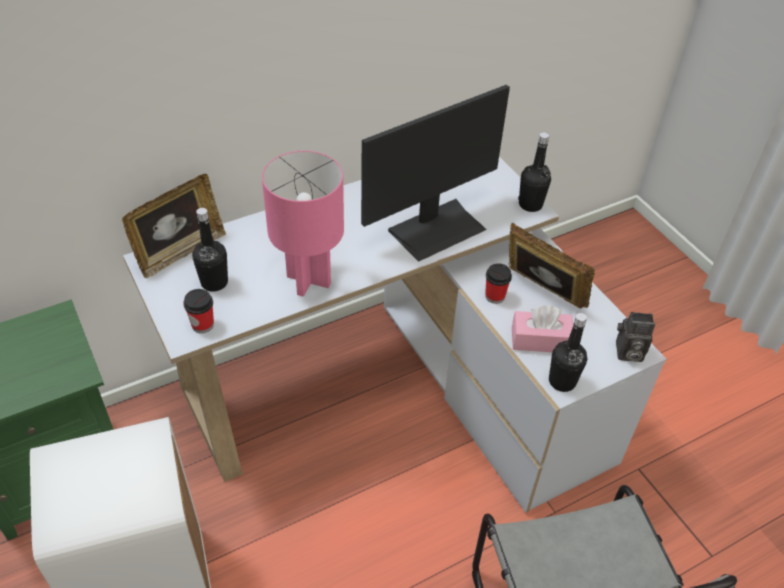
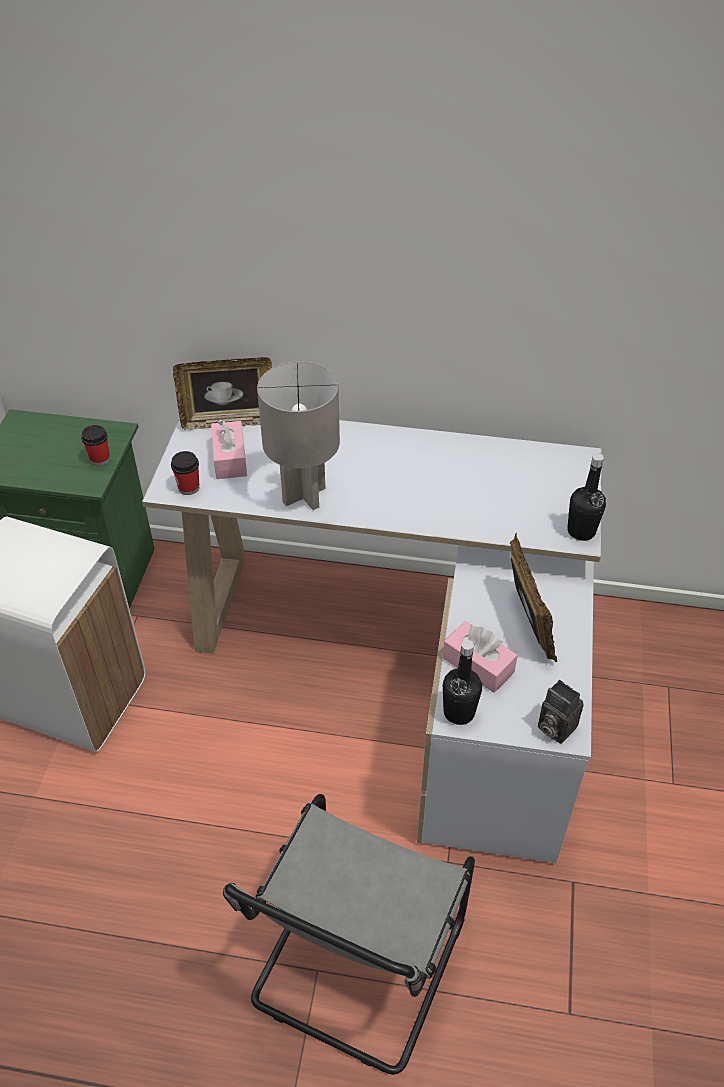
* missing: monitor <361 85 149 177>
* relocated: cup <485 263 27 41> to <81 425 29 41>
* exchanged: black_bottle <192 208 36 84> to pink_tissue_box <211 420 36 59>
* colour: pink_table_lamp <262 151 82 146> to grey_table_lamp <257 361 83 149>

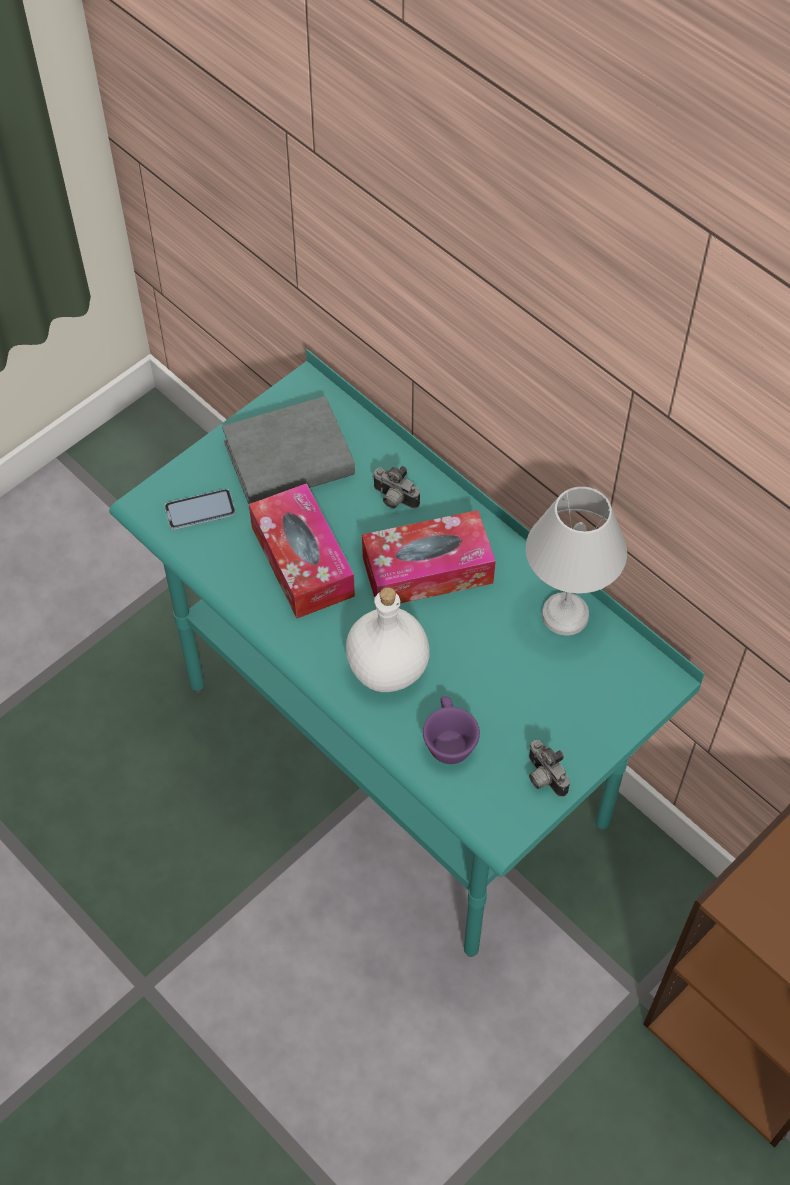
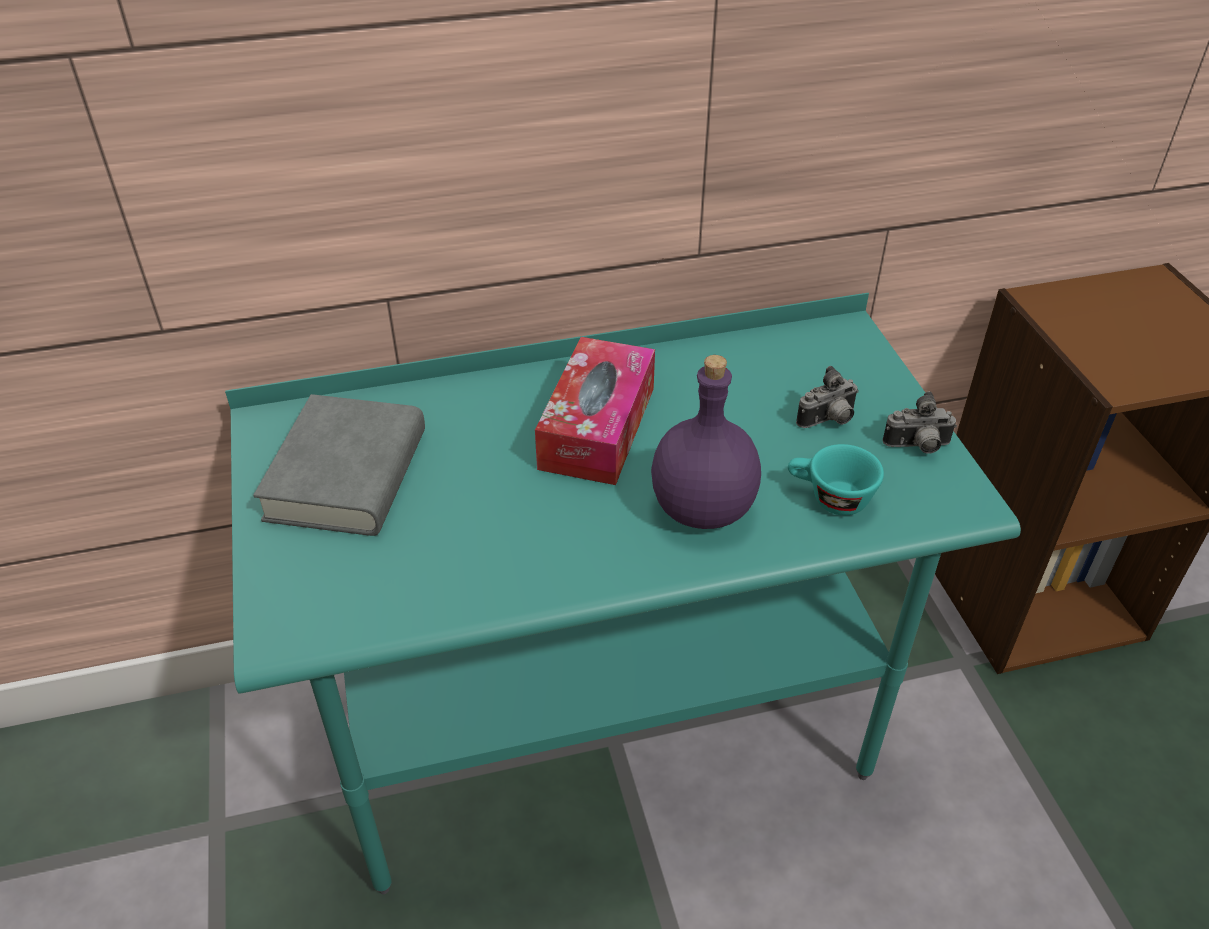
* missing: phone <164 489 72 41>
* missing: tissue_box <249 483 106 136>
* missing: white_table_lamp <526 487 101 149>
* relocated: photo_camera <372 466 48 43> to <796 366 63 62>
* colour: white_bottle <346 587 84 105> to purple_bottle <651 355 110 174>
* colour: purple_cup <423 697 57 67> to turquoise_cup <788 444 96 71>

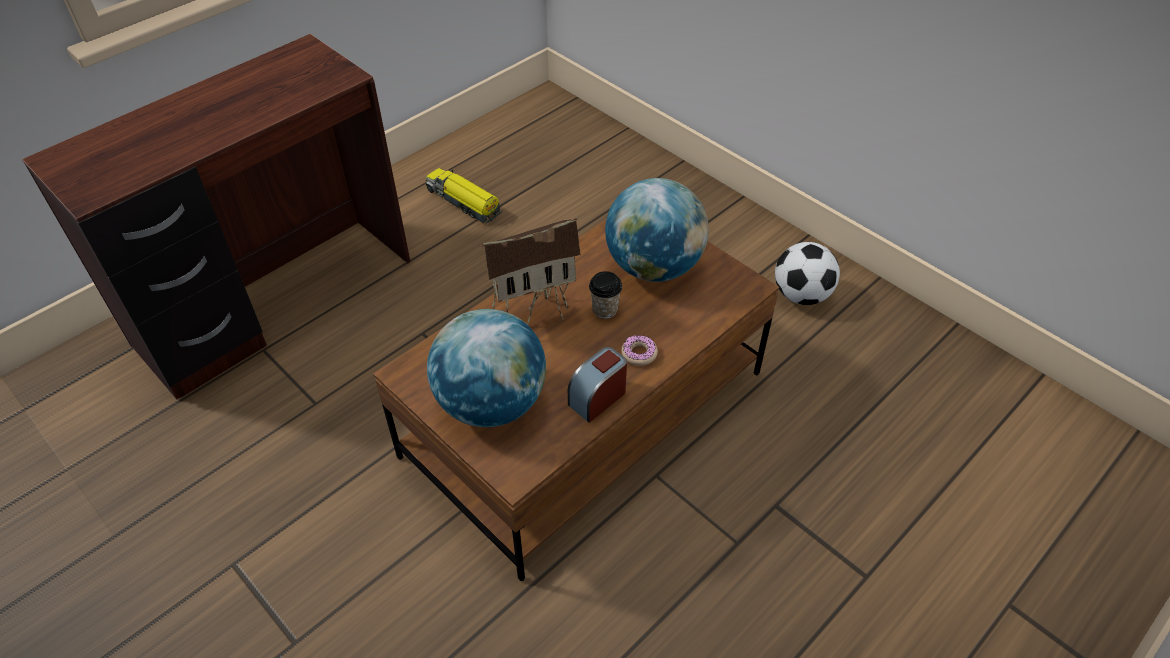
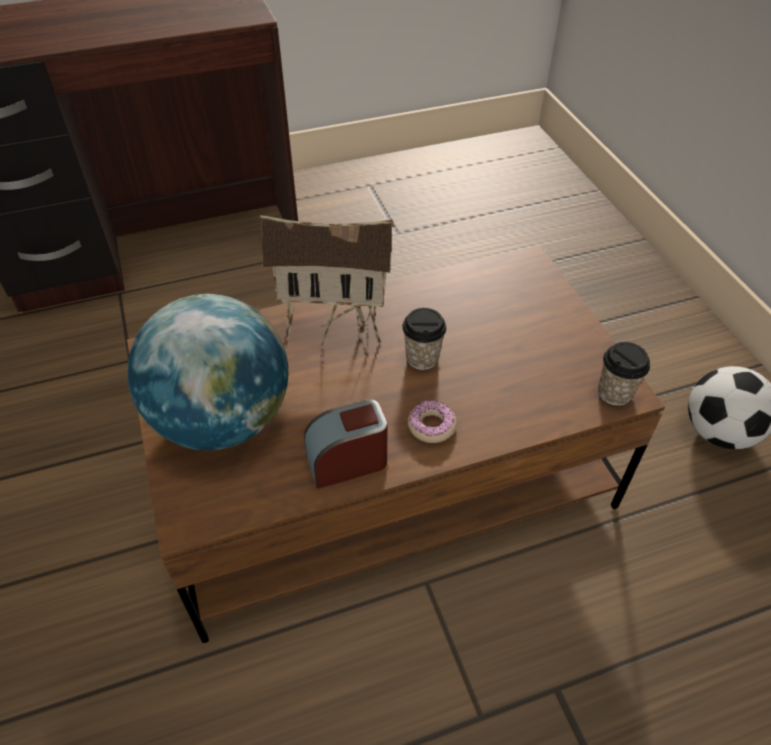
* missing: toy_truck <426 168 76 56>
* missing: globe <605 178 104 104>
* appeared: cup <598 342 52 64>

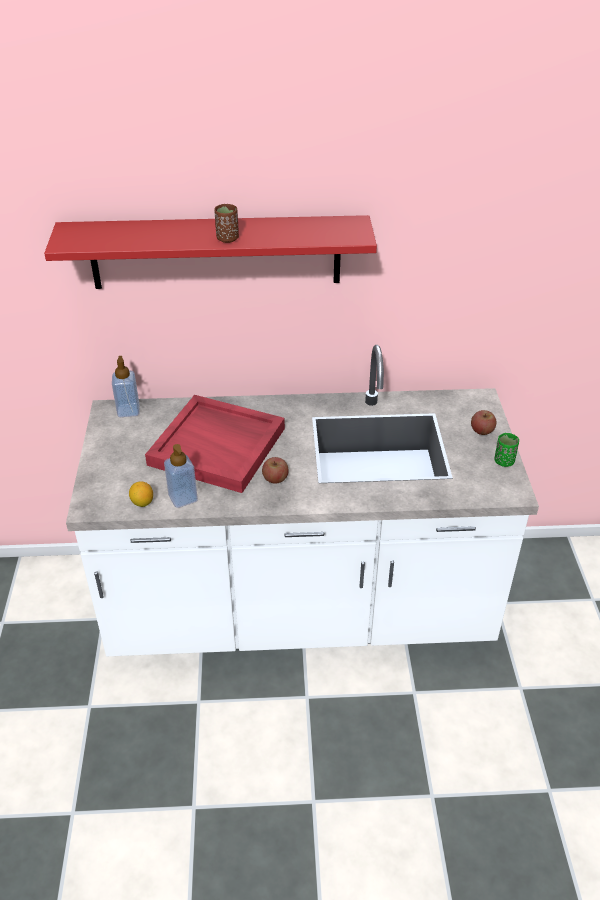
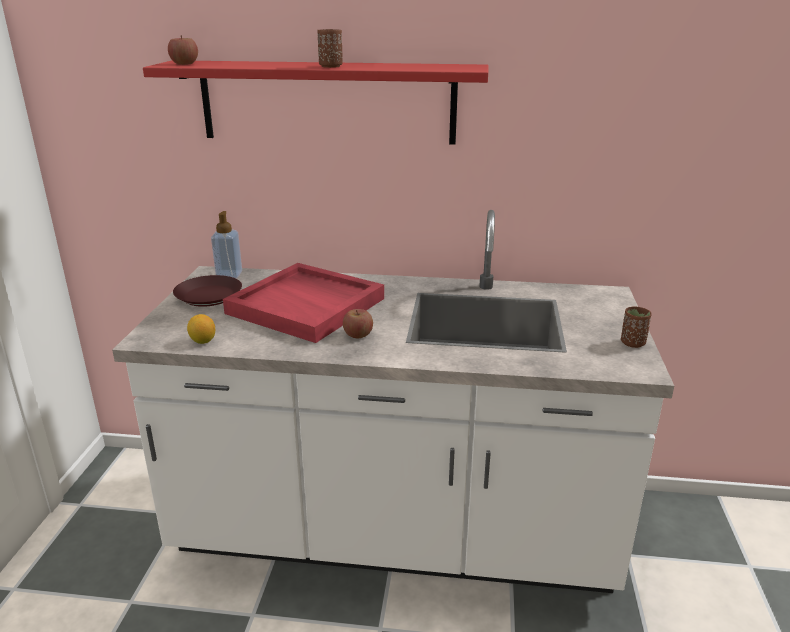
* missing: soap_dispenser <164 444 34 64>
* appeared: brown_plate <173 275 69 32>
* relocated: apple <471 410 25 25> to <168 35 30 30>
* colour: green_cup <494 433 25 34> to brown_cup <621 306 30 42>

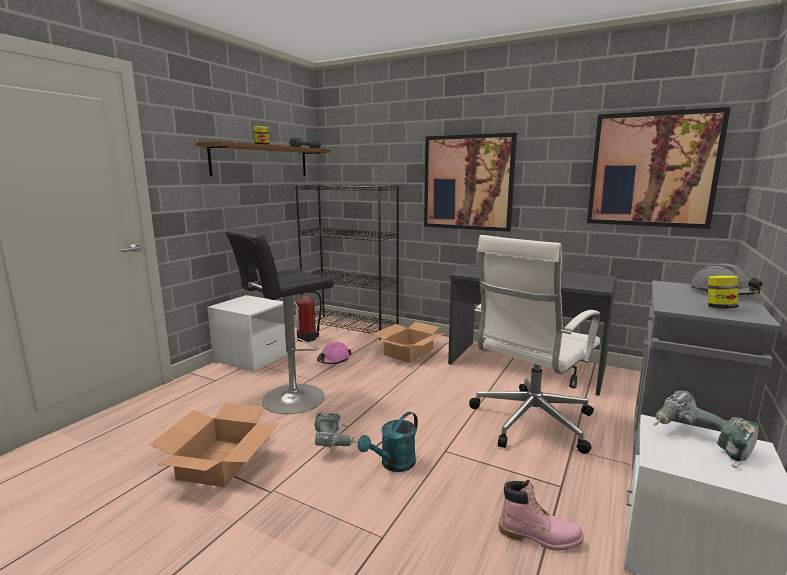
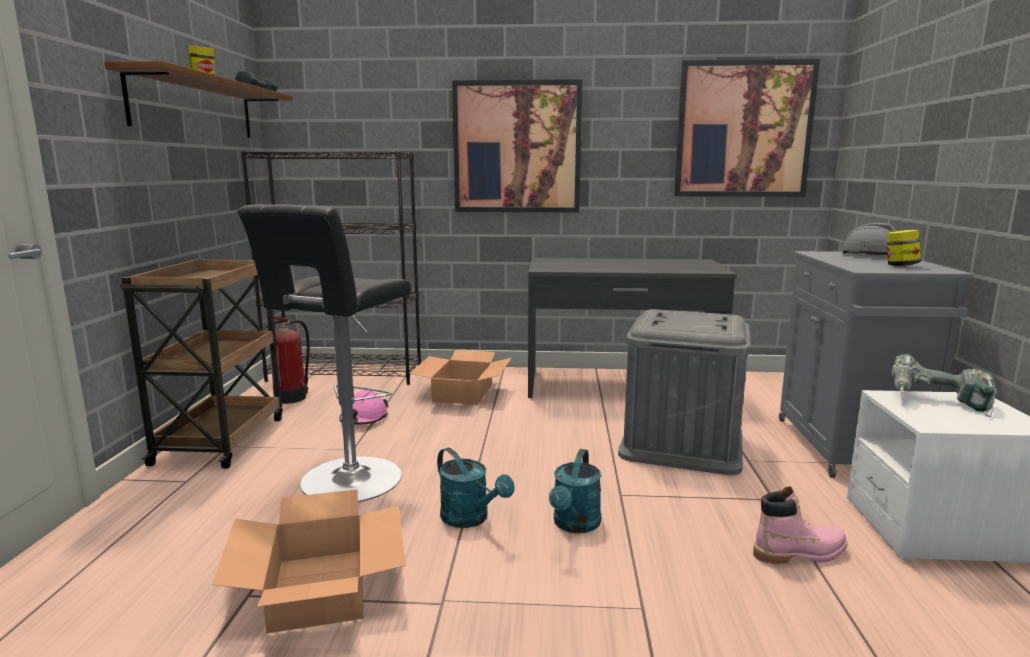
* exchanged: white_nightstand <207 295 81 78> to brown_cart <119 259 164 209>
* exchanged: power_drill <314 412 44 35> to turquoise_watering_can <437 448 77 80>
* exchanged: white_office_chair <469 235 131 219> to grey_storage_box <618 309 133 166>

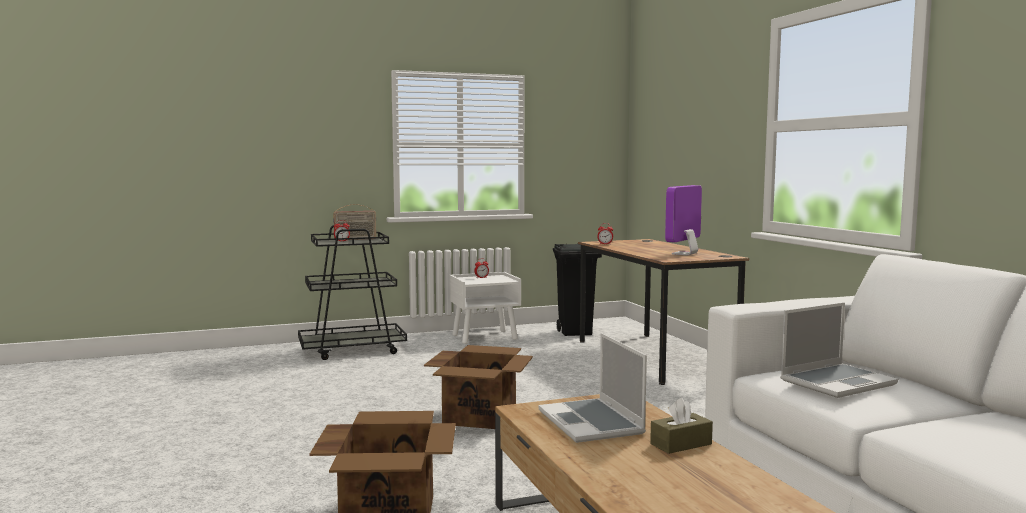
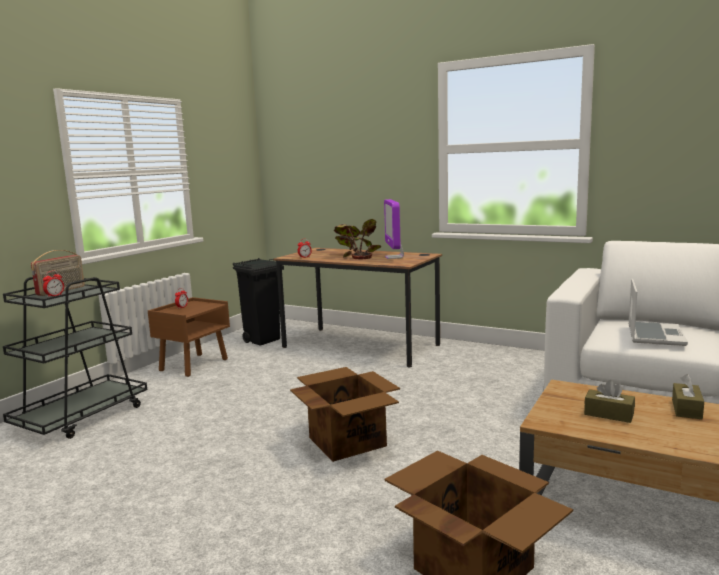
* appeared: potted_plant <333 219 48 40>
* exchanged: laptop <538 333 109 110> to brown_tissue_box <584 380 51 43>
* colour: white_nightstand <449 272 72 72> to brown_nightstand <148 297 82 80>

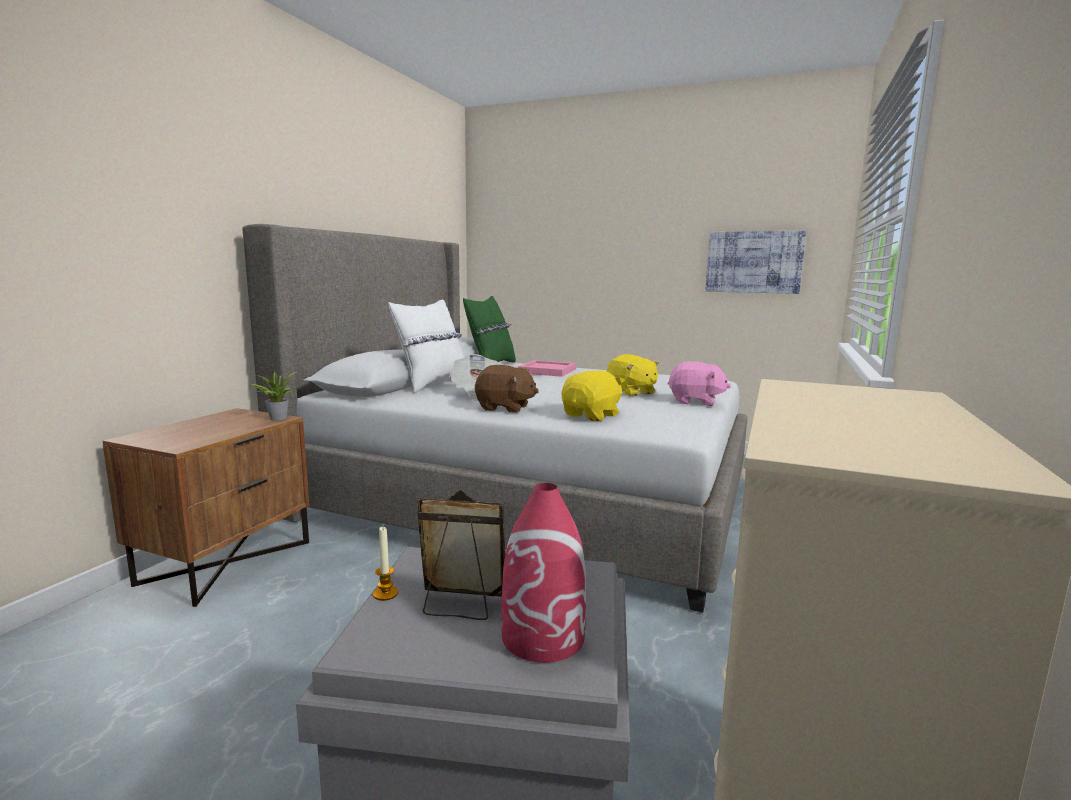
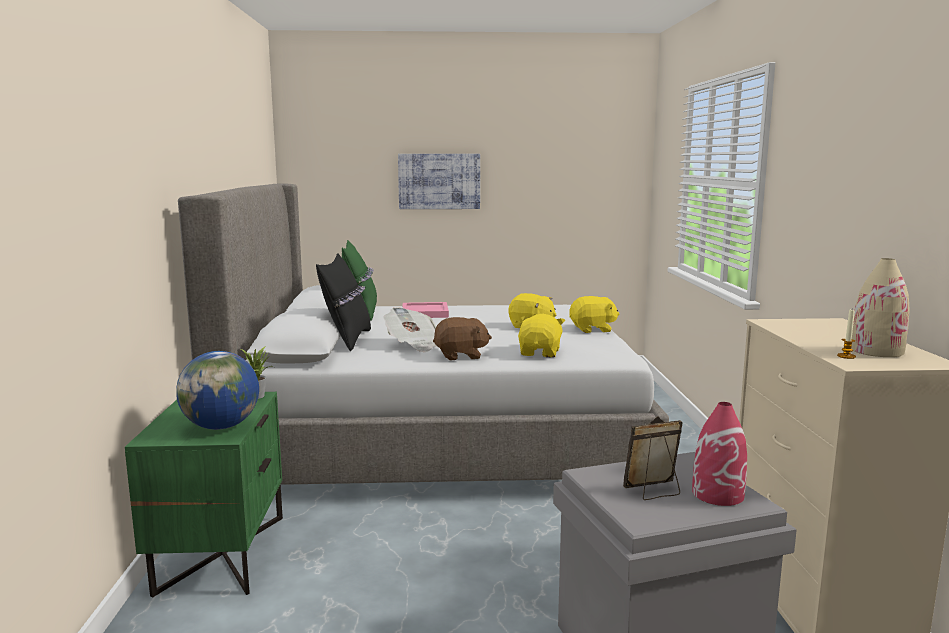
* appeared: globe <176 351 83 79>
* appeared: beige_vase <851 258 59 99>
* relocated: candle <373 527 25 74> to <837 310 19 49>
* relocated: picture <705 231 101 63> to <398 154 82 55>
* colour: brown_nightstand <103 408 206 199> to green_nightstand <125 392 158 206>
* colour: white_pillow <388 300 76 93> to black_pillow <316 253 55 99>
* colour: pink_plush_toy <668 361 63 45> to yellow_plush_toy <569 296 50 37>

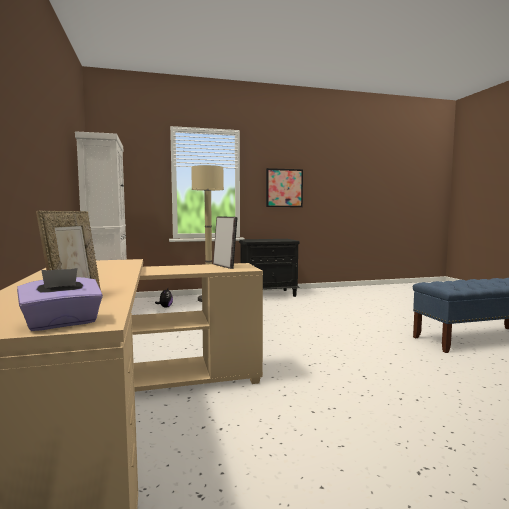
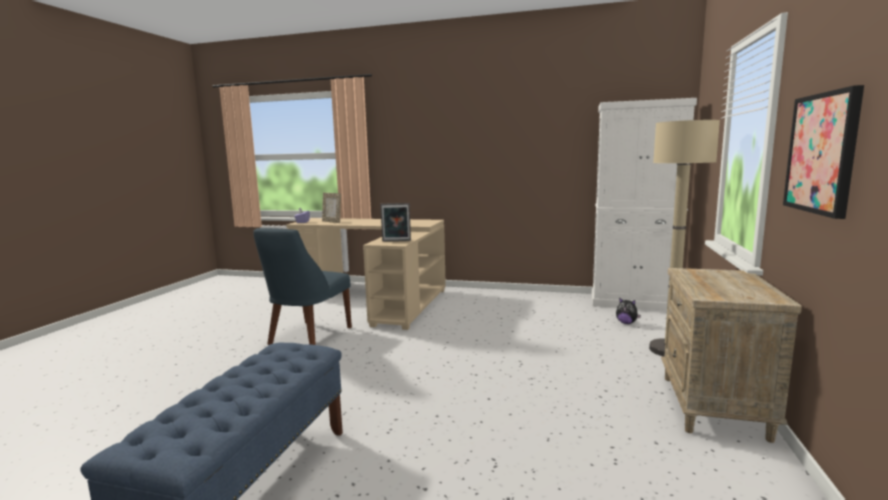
* appeared: blue_chair <253 228 99 117>
* colour: black_nightstand <239 239 61 58> to beige_nightstand <661 268 141 175>

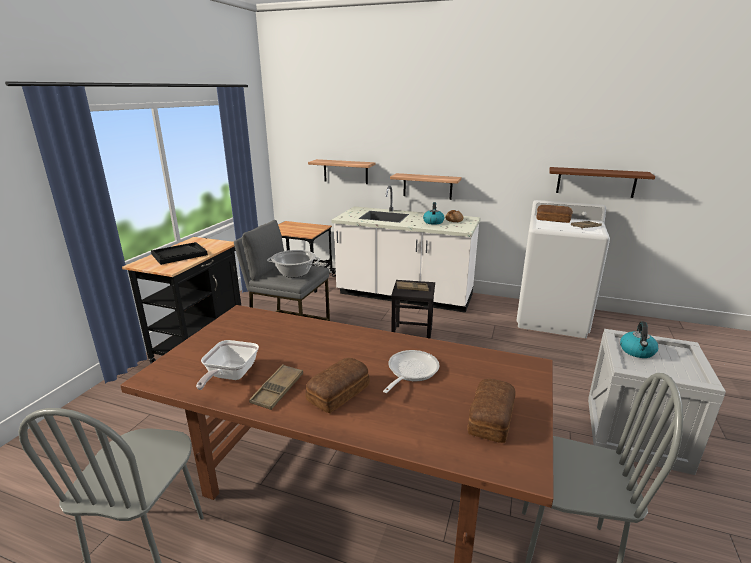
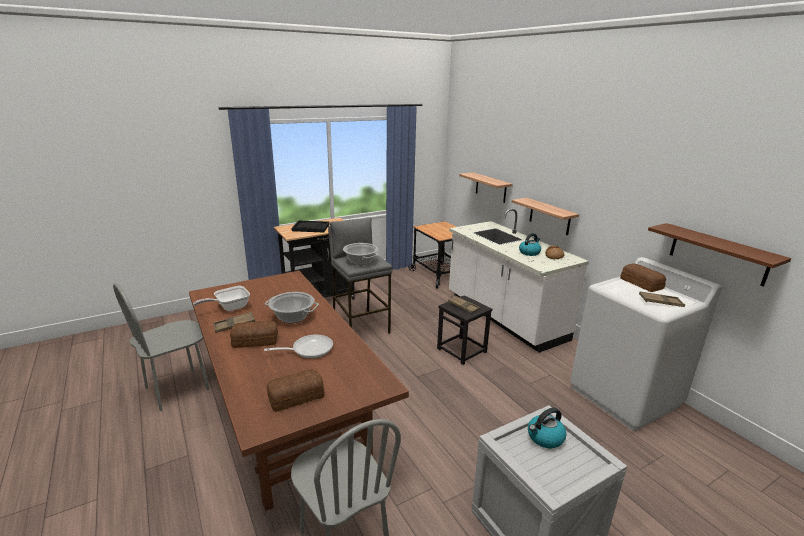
* appeared: cooking_pot <265 292 54 31>

